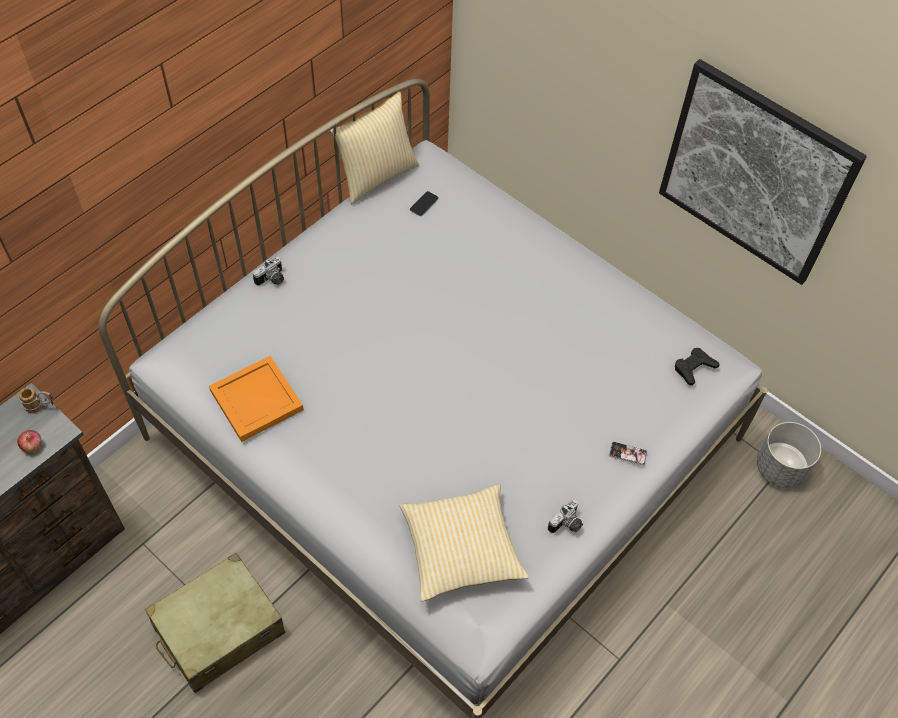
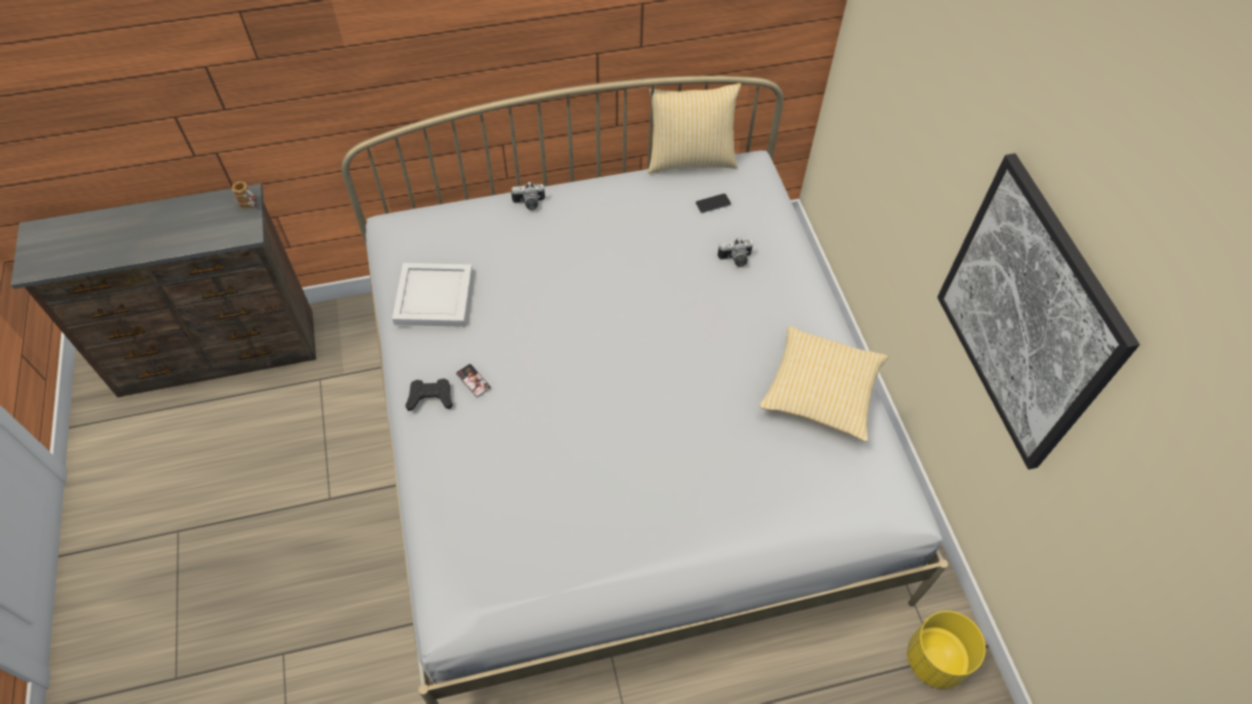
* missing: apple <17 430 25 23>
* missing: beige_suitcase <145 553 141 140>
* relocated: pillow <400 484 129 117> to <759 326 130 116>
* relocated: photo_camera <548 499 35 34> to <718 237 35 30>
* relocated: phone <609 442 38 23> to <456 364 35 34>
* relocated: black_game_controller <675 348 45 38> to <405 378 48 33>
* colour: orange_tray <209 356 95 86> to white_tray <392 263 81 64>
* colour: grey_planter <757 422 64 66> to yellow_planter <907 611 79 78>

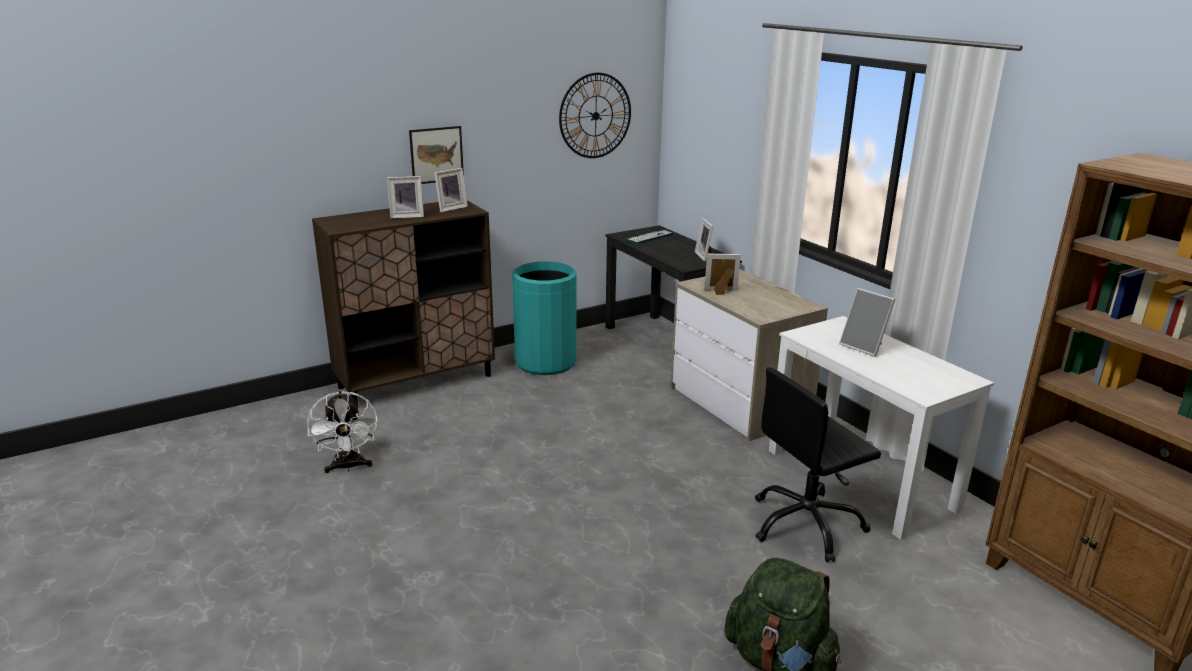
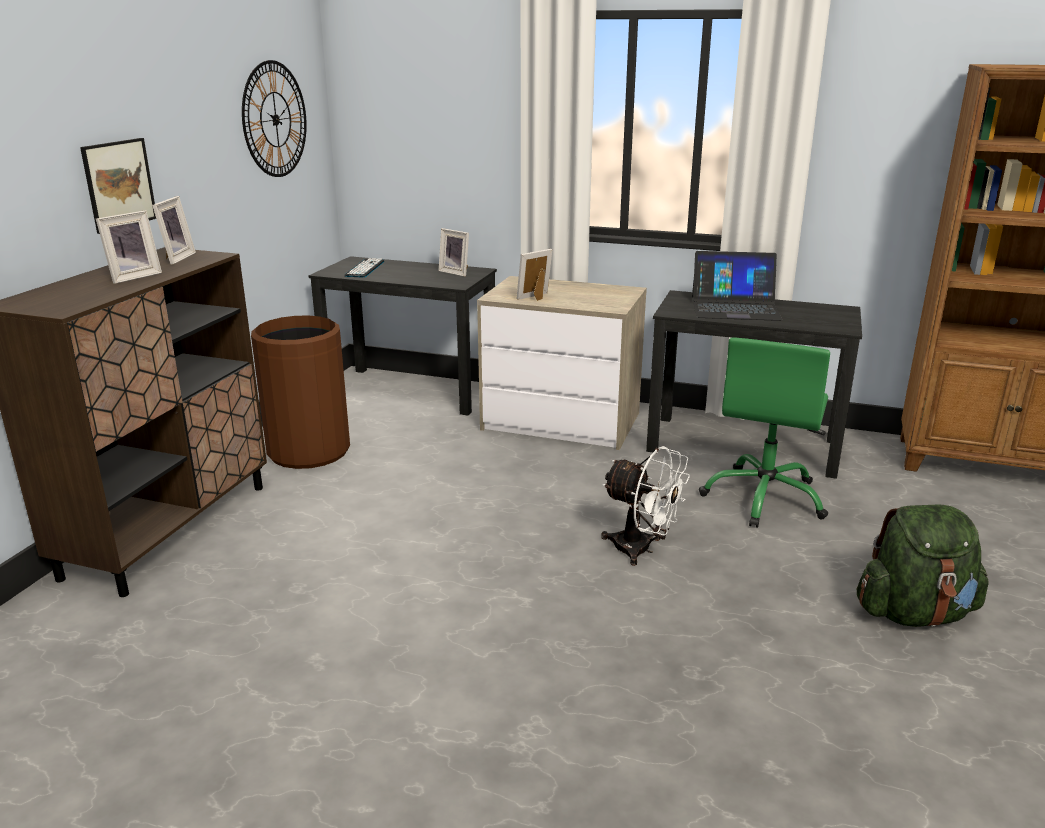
* relocated: white_fan <307 391 71 82> to <601 446 89 120>
* exchanged: picture_frame <839 288 56 69> to laptop <692 251 90 70>
* colour: turquoise_trash_can <512 261 65 114> to brown_trash_can <251 315 99 154>
* colour: black_office_chair <755 367 126 195> to green_office_chair <699 338 131 190>
* colour: white_desk <769 316 225 224> to black_desk <646 290 216 189>

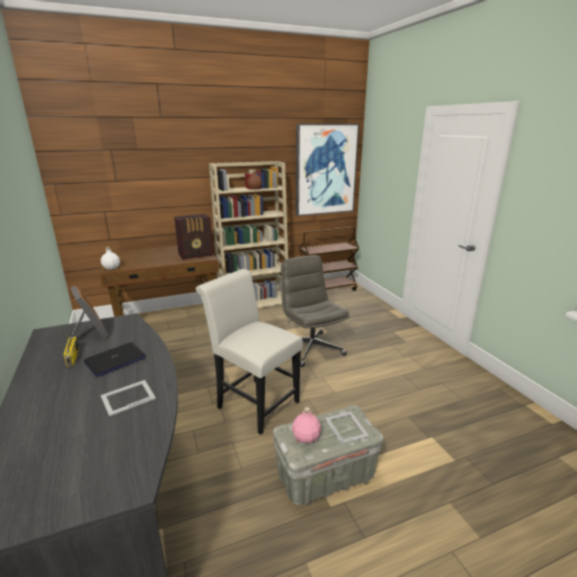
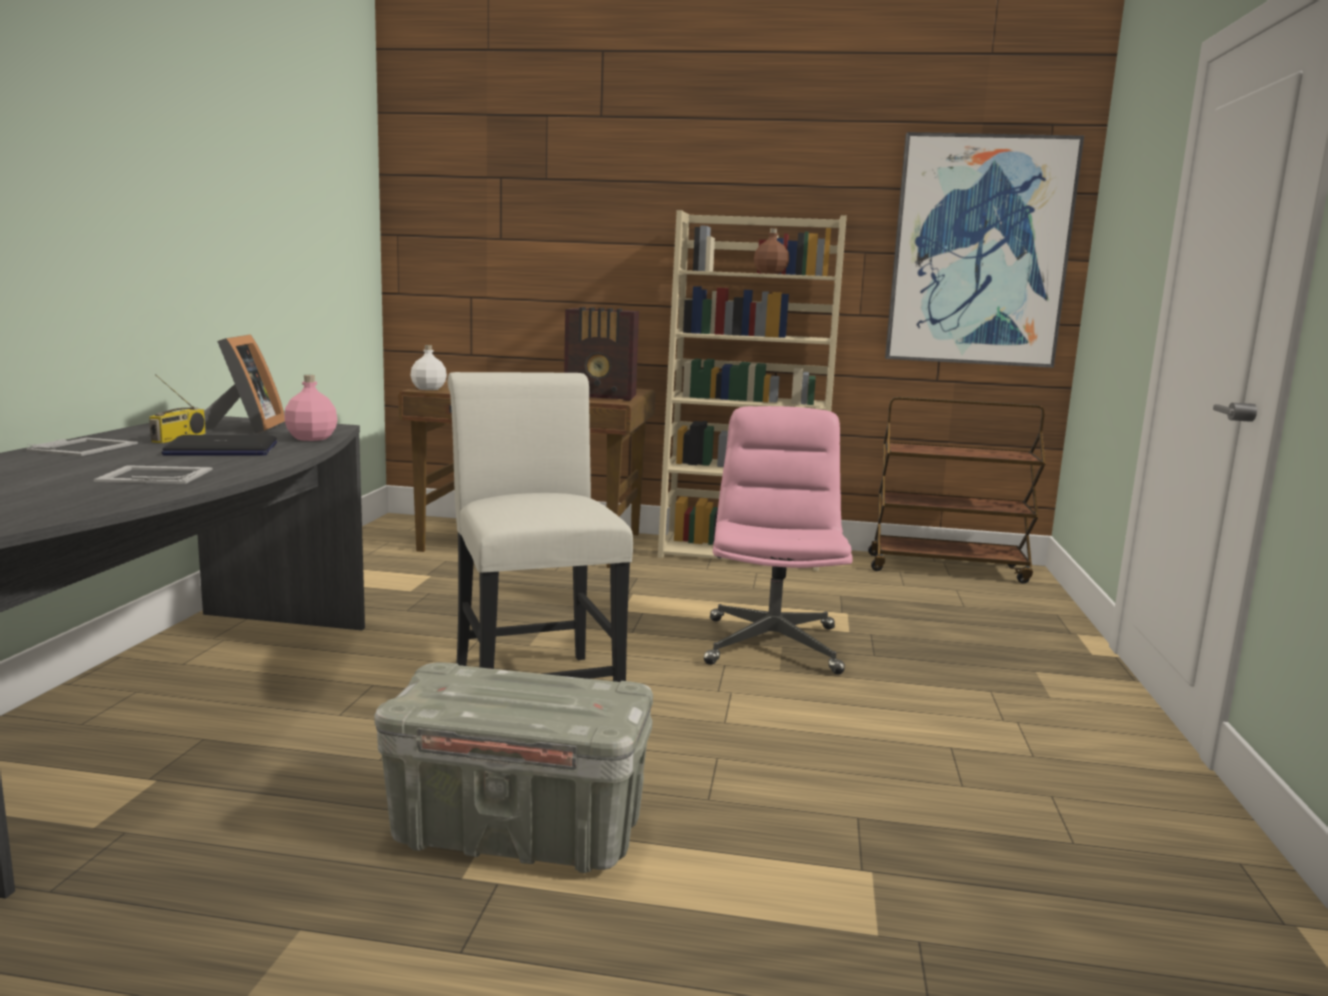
* relocated: pink_bottle <292 407 29 36> to <284 375 53 66>
* relocated: picture_frame <325 412 44 32> to <26 438 112 18>
* colour: grey_office_chair <281 255 69 112> to pink_office_chair <704 406 149 269>

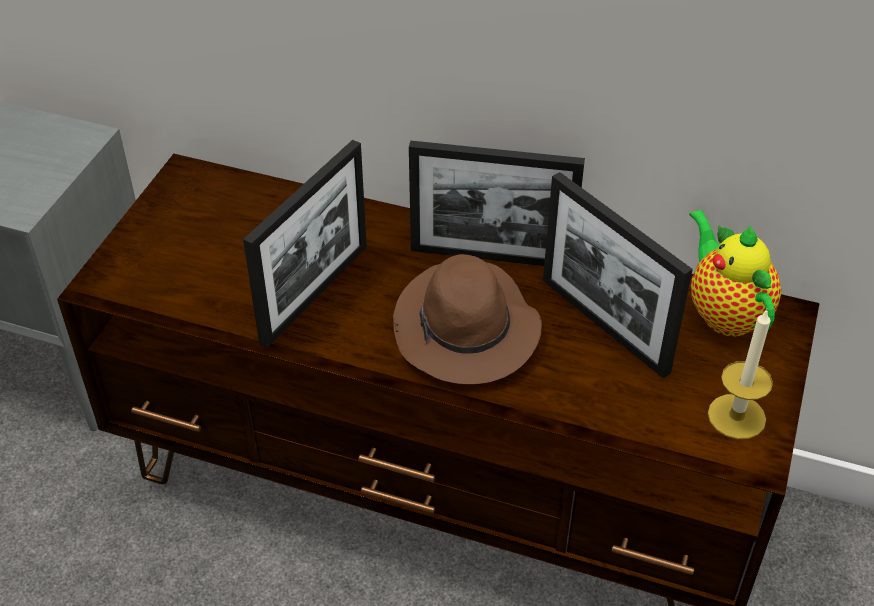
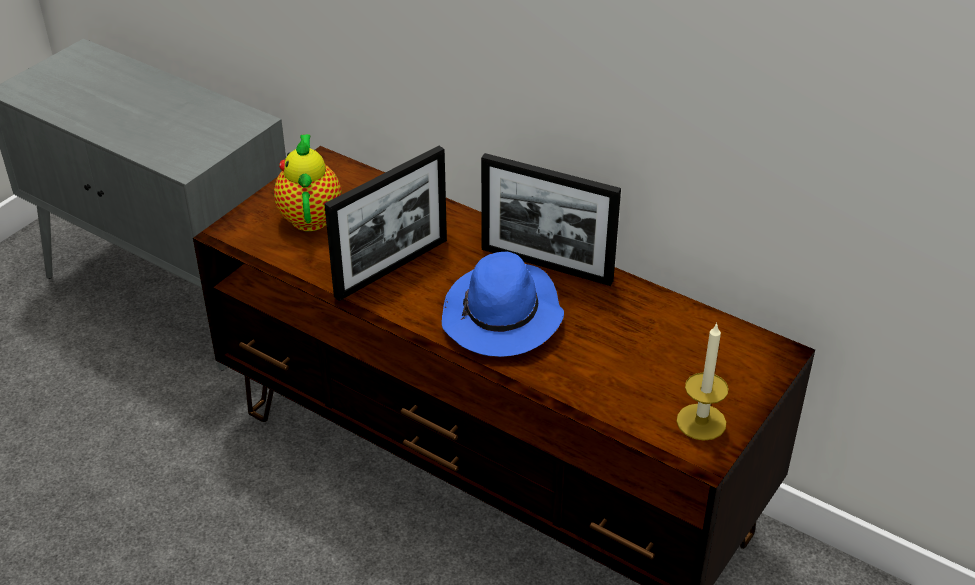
* missing: picture_frame <543 172 150 207>
* relocated: teapot <689 209 92 128> to <274 134 67 97>
* colour: brown_hat <393 254 149 131> to blue_hat <442 252 122 105>

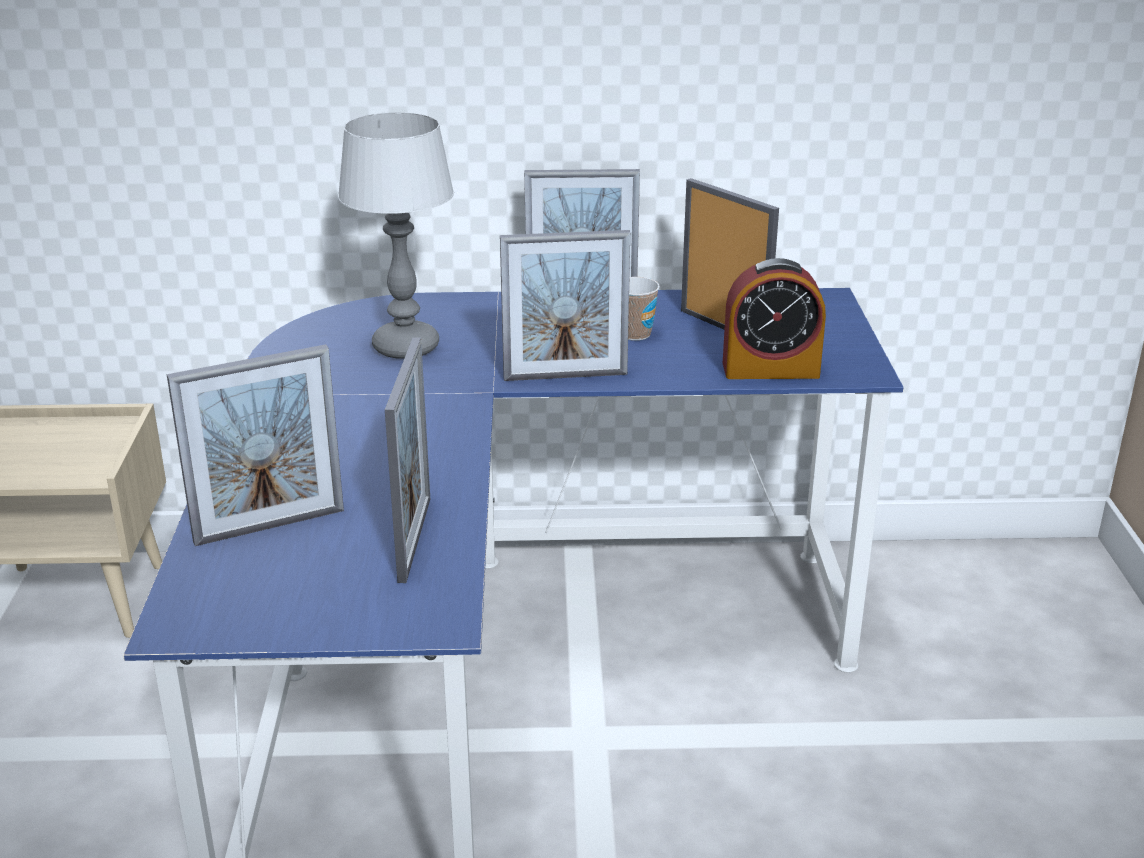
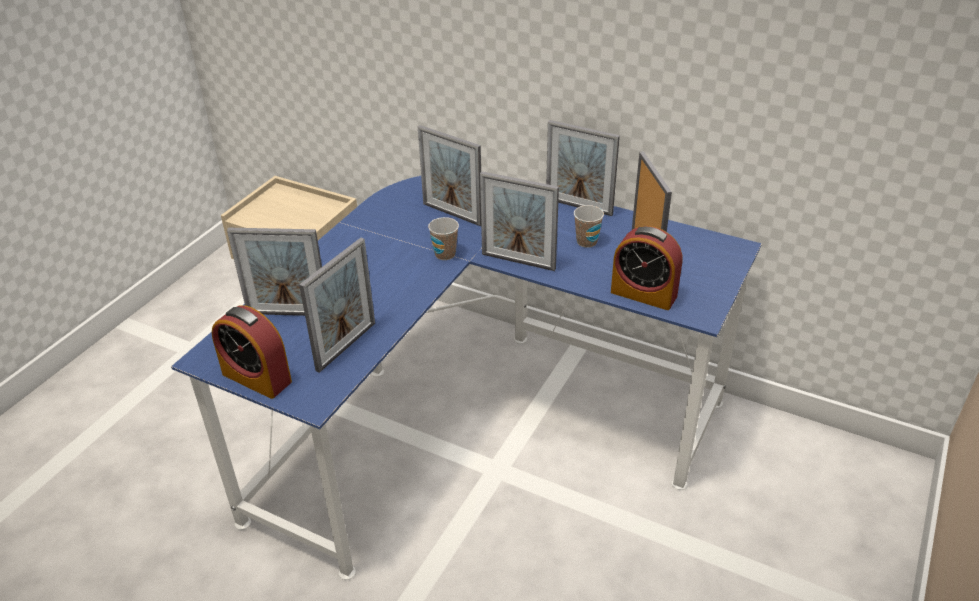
* appeared: alarm_clock <212 305 80 94>
* appeared: cup <428 217 31 43>
* exchanged: table_lamp <338 112 116 247> to picture_frame <418 125 63 101>

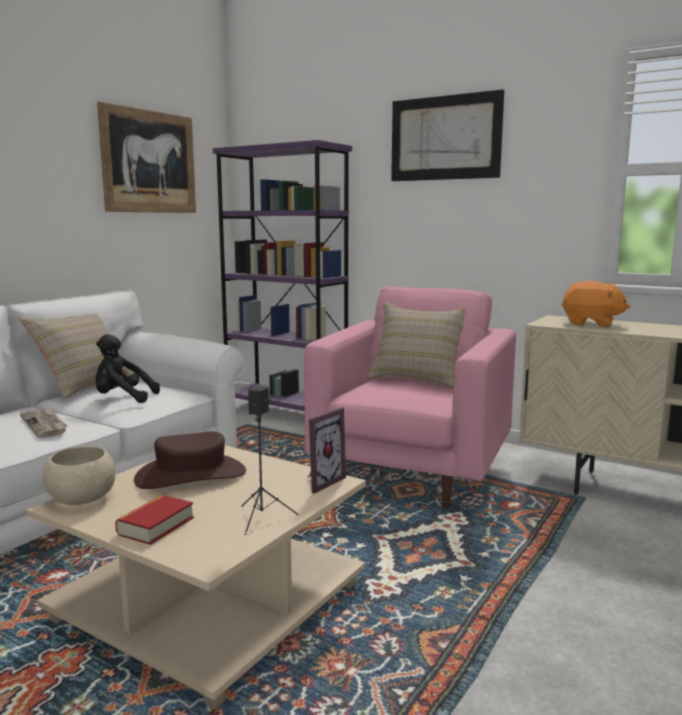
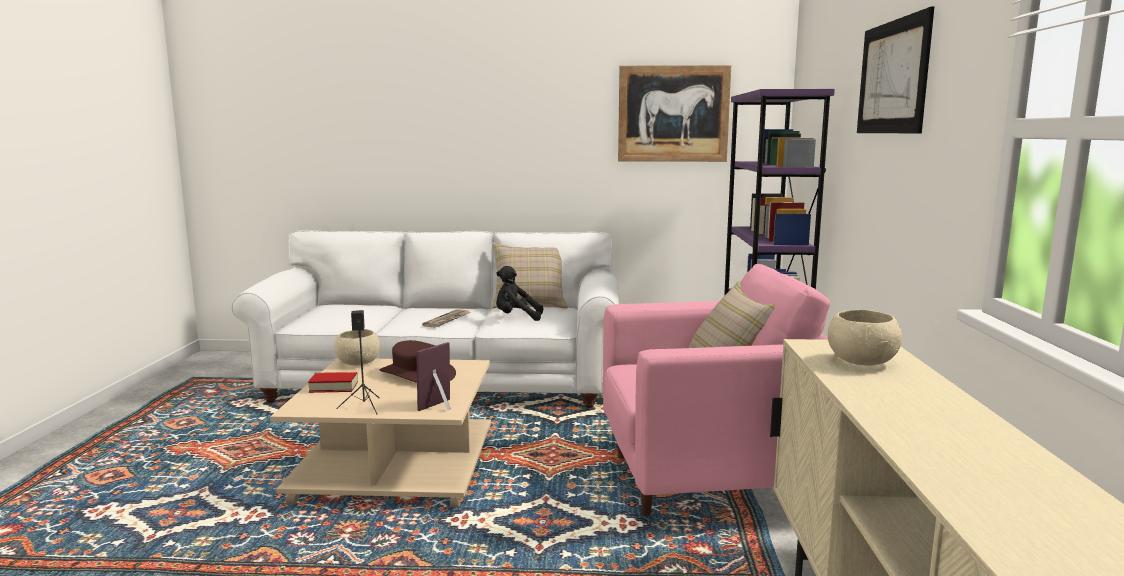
* exchanged: orange_plush_toy <561 281 69 46> to beige_bowl <828 310 74 56>
* spun: black_plush_toy <96 334 64 69> = <496 266 47 55> 60 degrees counterclockwise
* spun: picture_frame <308 407 38 87> = <416 342 35 69> 120 degrees clockwise

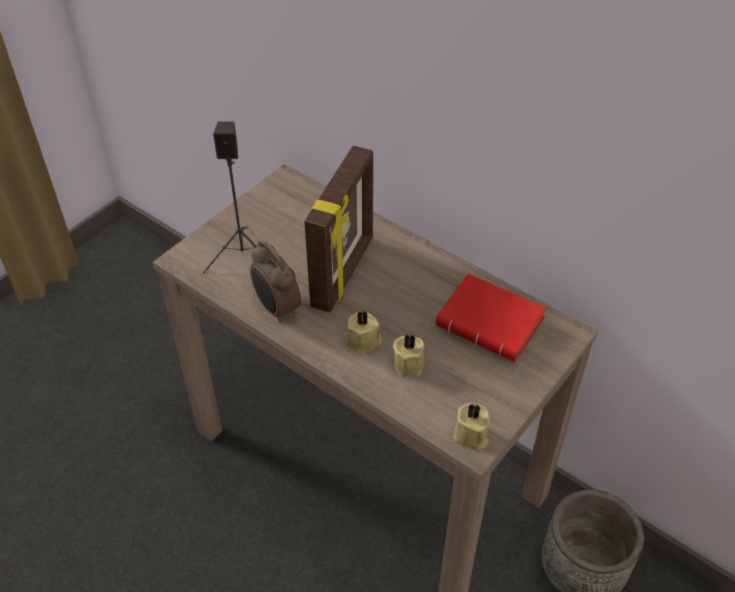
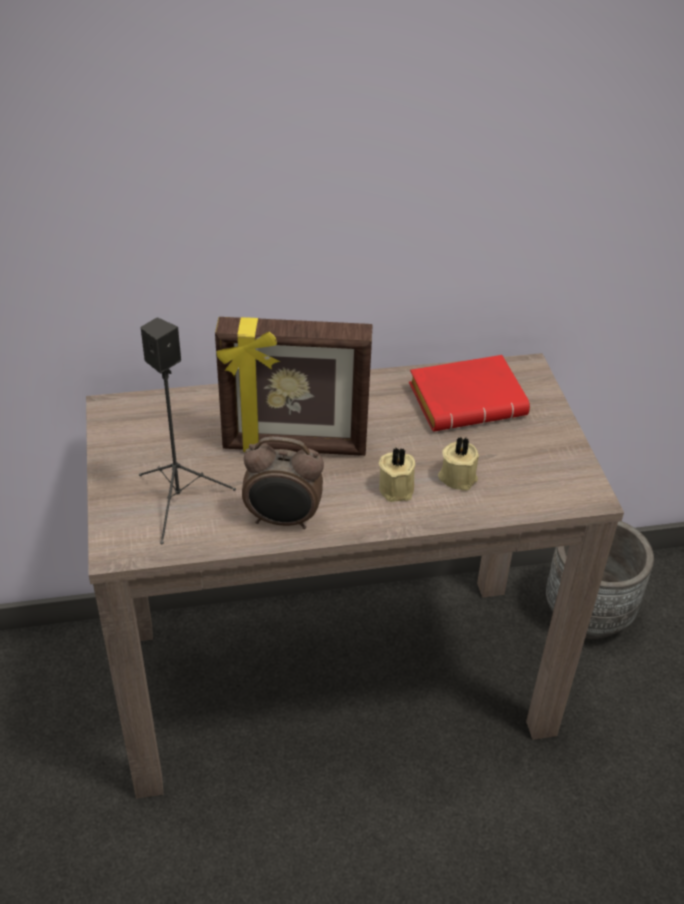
* missing: beige_candle <453 403 37 47>
* spun: picture_frame <304 146 69 167> = <215 317 158 139> 120 degrees clockwise

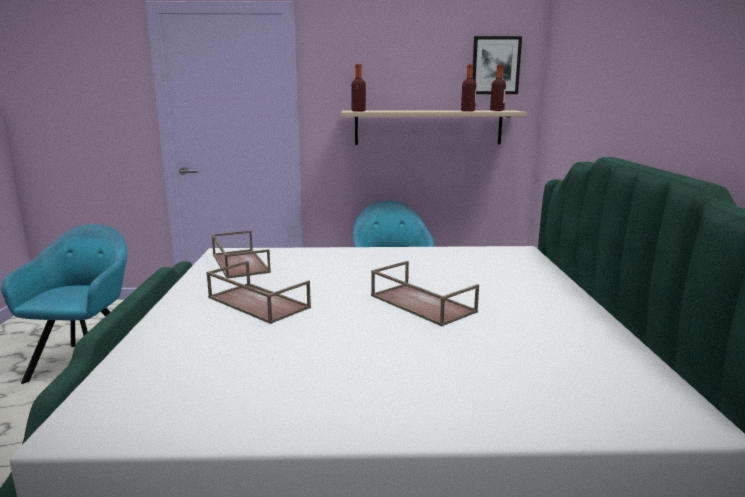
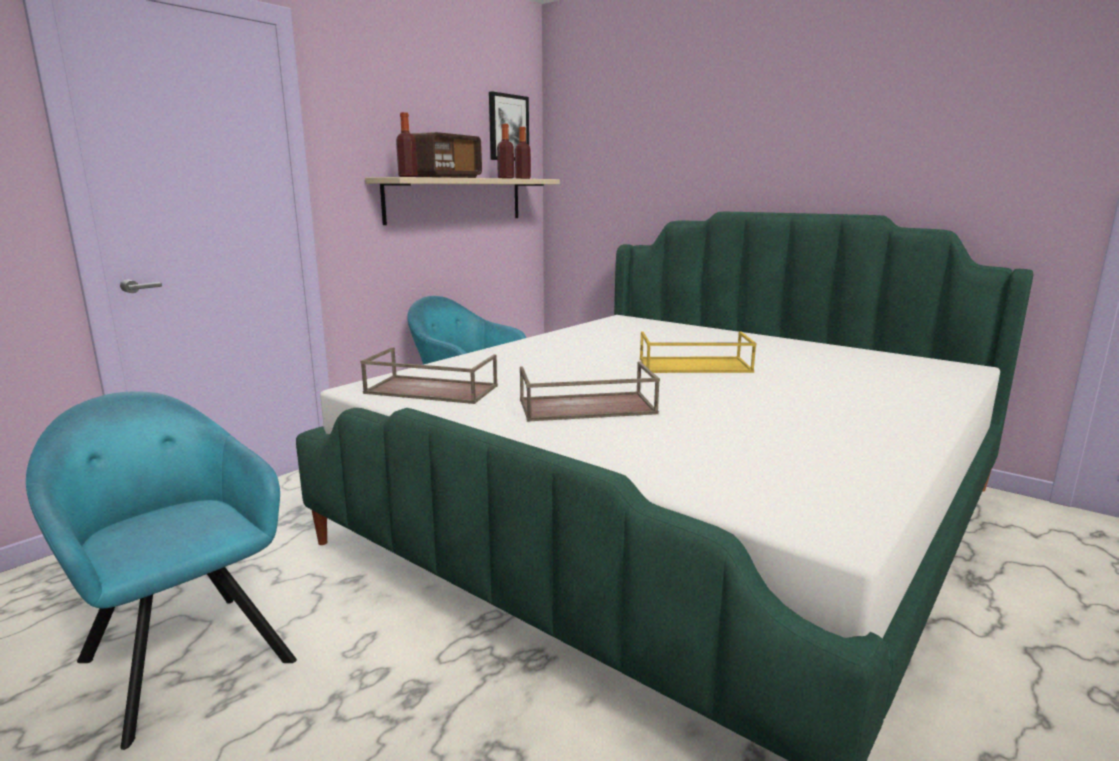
* appeared: radio <411 132 71 46>
* colour: brown_tray <371 261 108 65> to yellow_tray <640 331 117 42>

